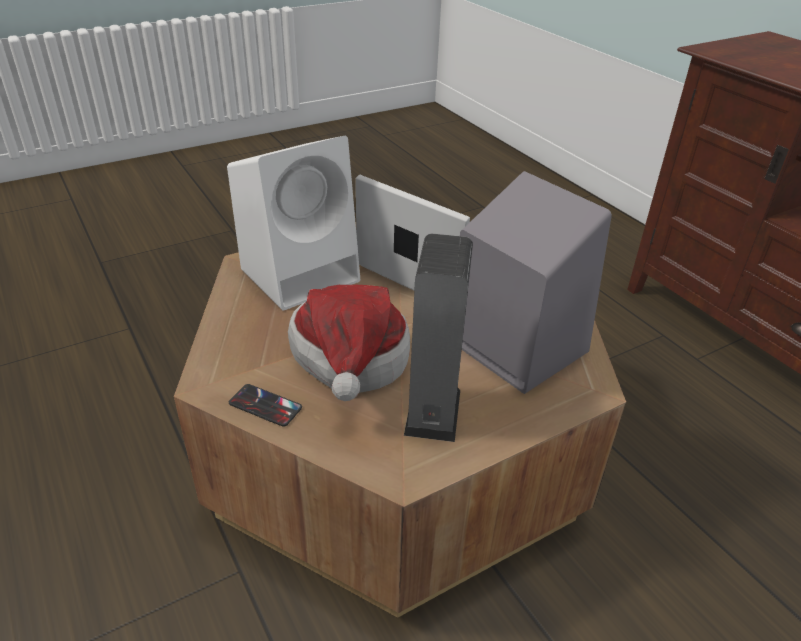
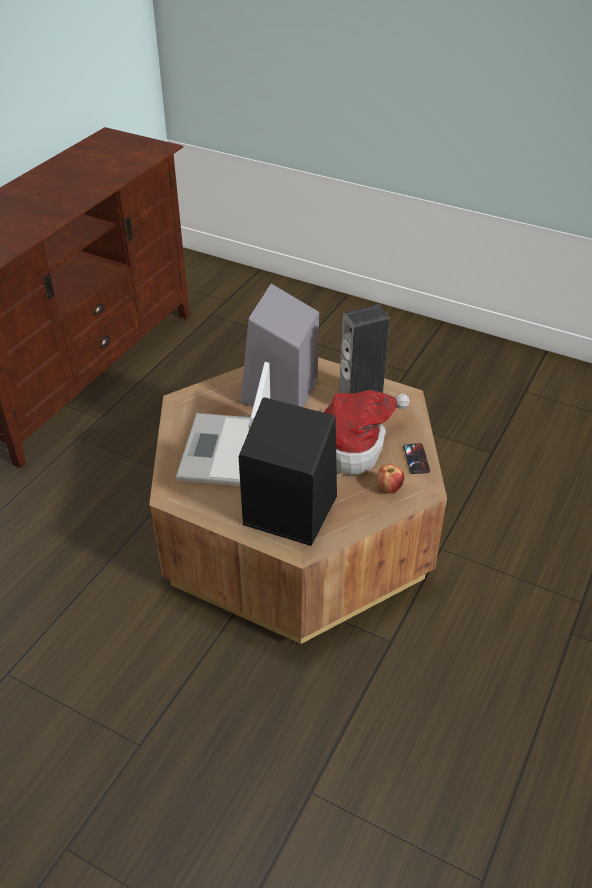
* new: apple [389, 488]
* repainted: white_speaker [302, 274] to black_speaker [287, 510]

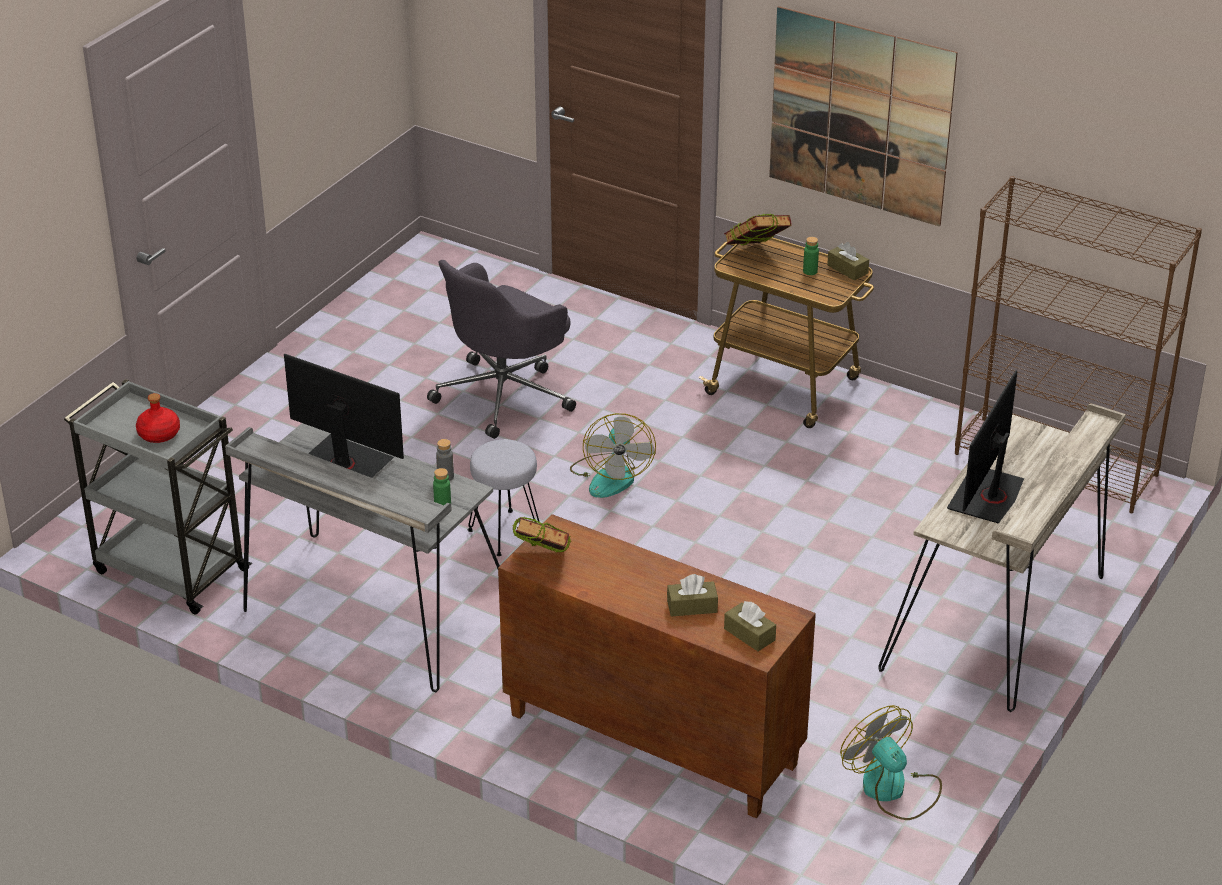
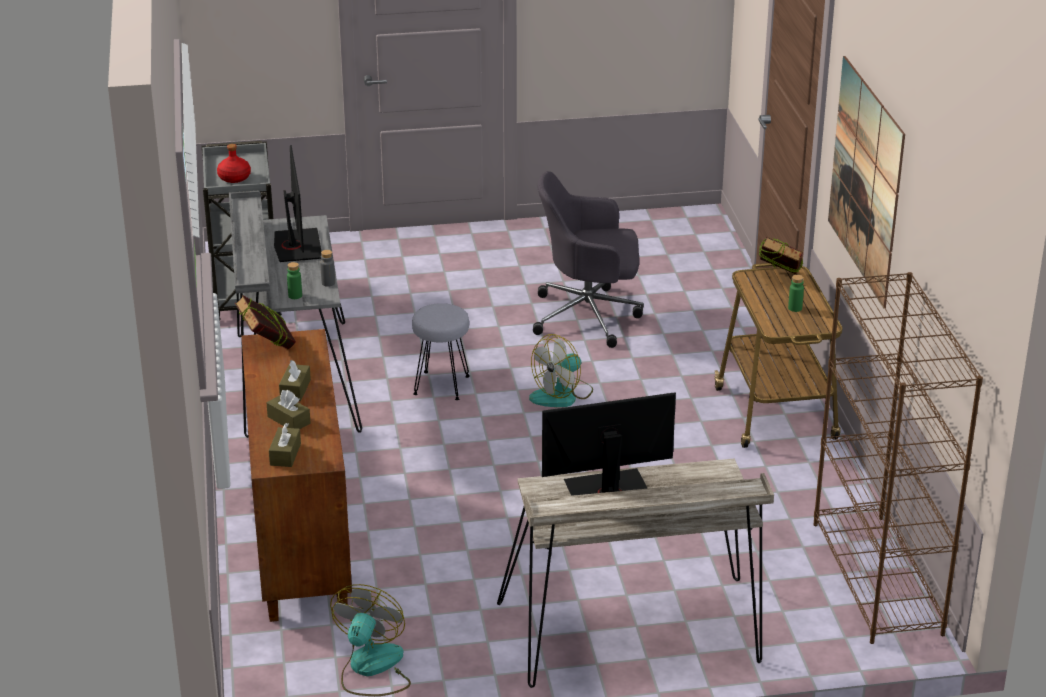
* shifted: brown_tissue_box [847, 269] to [295, 389]

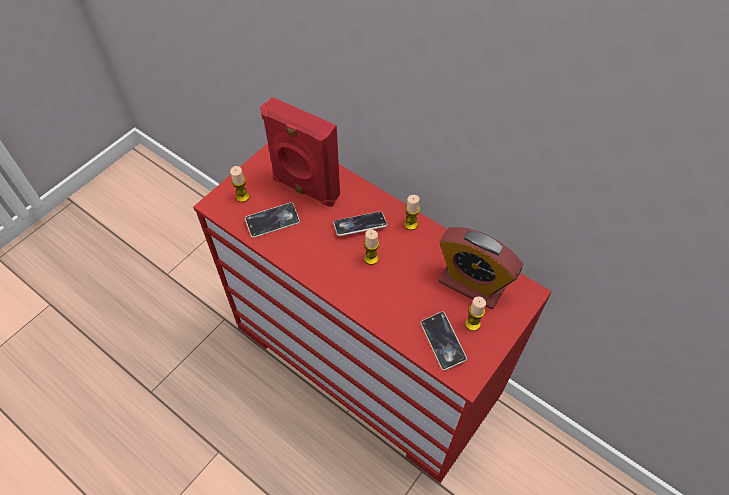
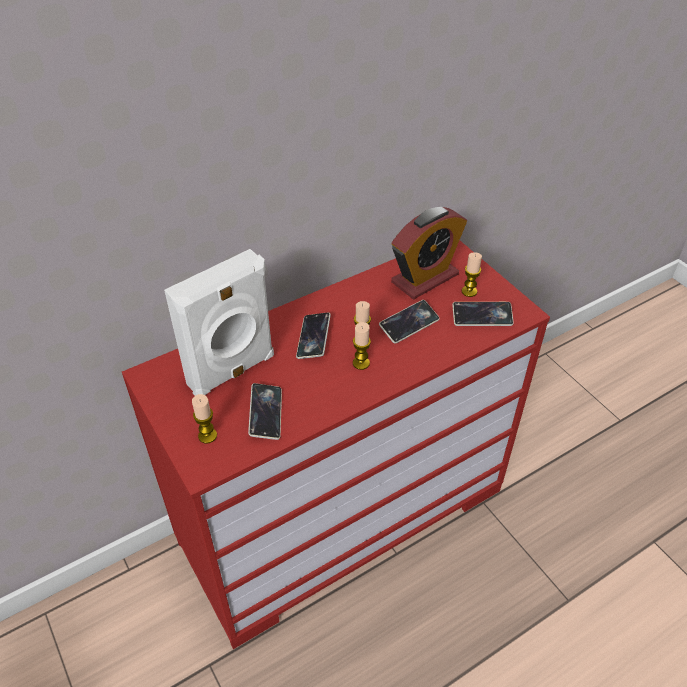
* new: phone [409, 324]
* shifted: candle [410, 224] to [361, 363]
* repainted: red_speaker [305, 189] to white_speaker [232, 372]

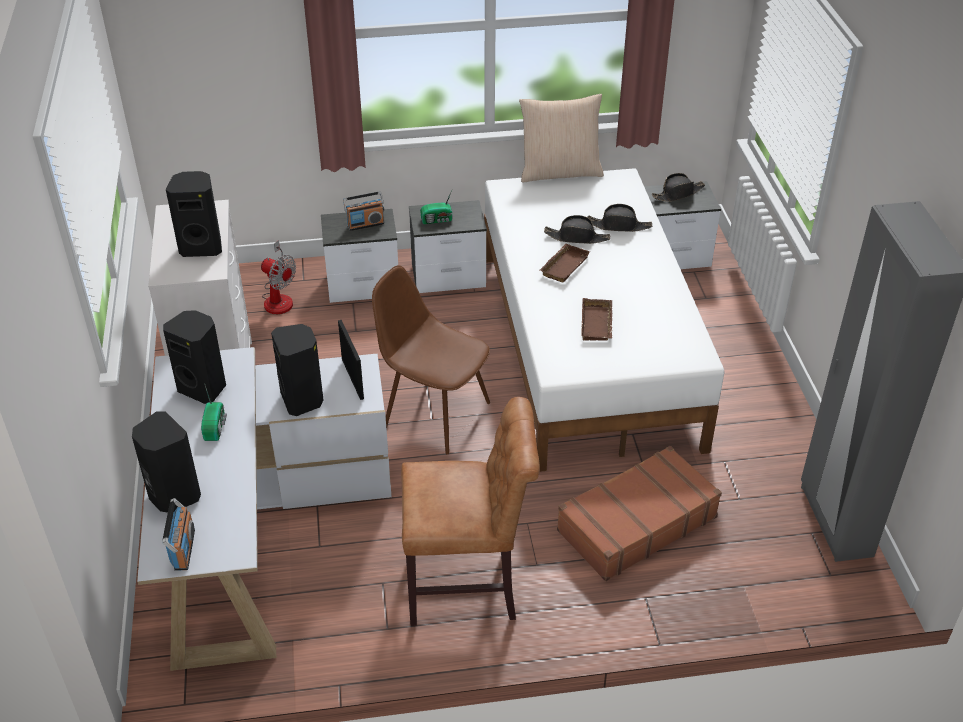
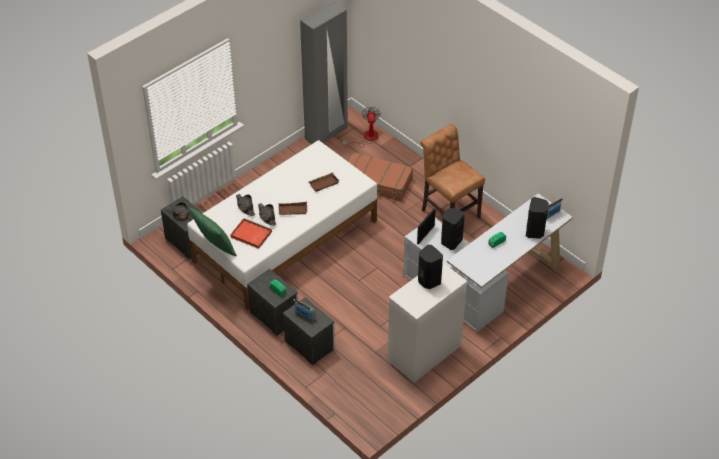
* gone: black_speaker [203, 388]
* gone: brown_chair [434, 414]
* new: red_tray [250, 234]
* shifted: fan [279, 298] to [366, 138]
* repainted: beige_pillow [560, 172] to green_pillow [215, 247]

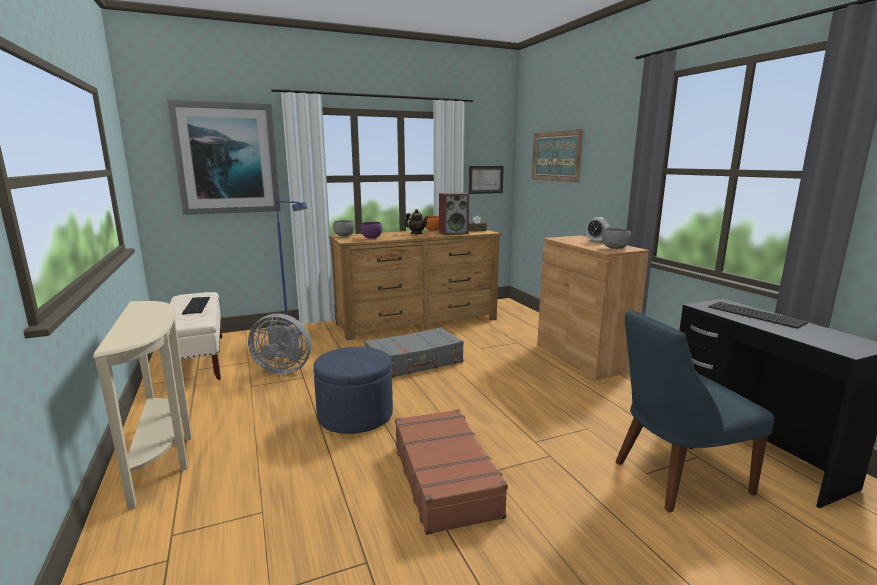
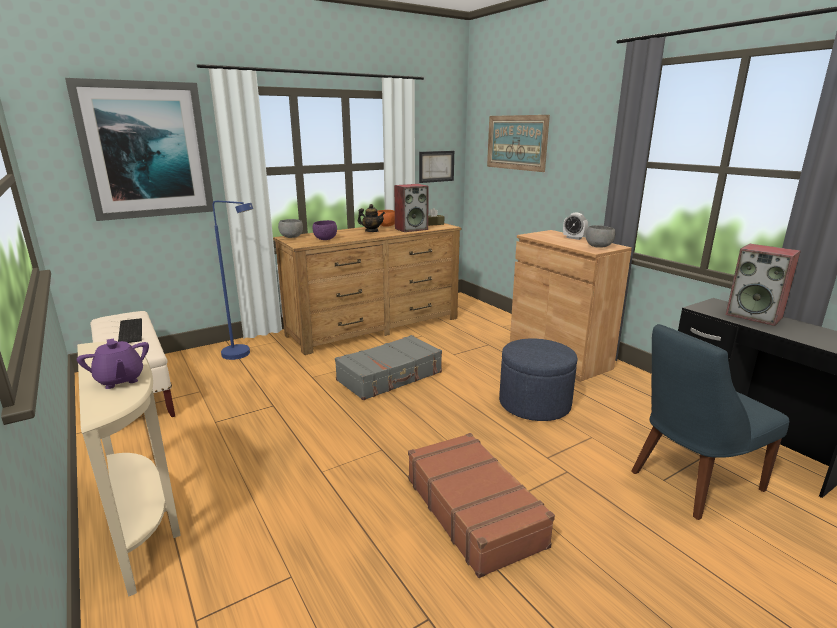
* gone: grey_fan [283, 369]
* new: purple_teapot [120, 380]
* shifted: blue_ottoman [355, 415] to [534, 404]
* swapped: keyboard [756, 315] to speaker [755, 316]

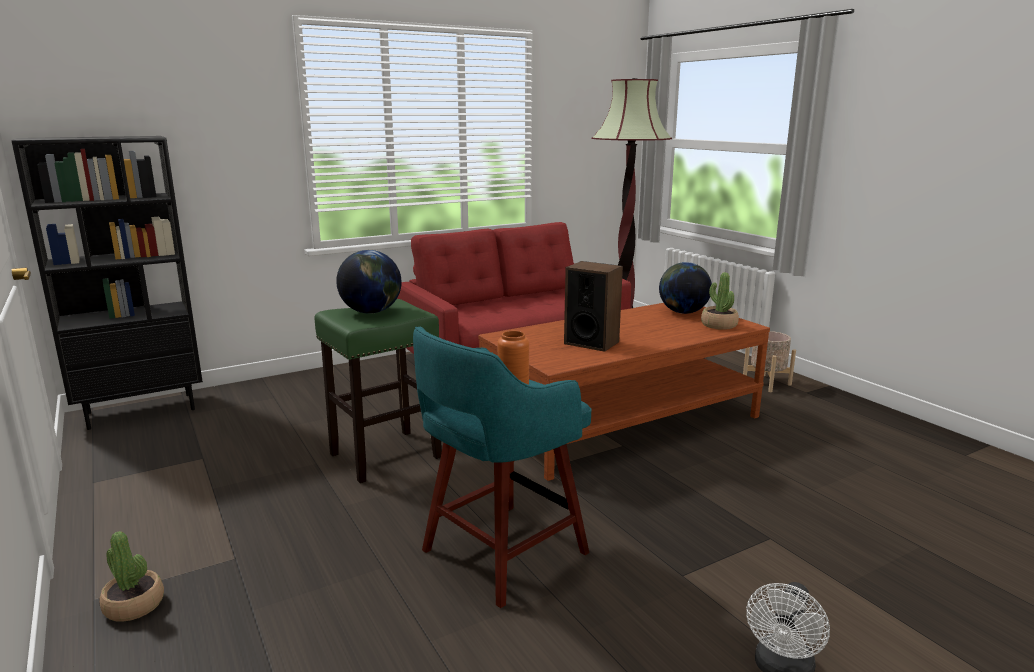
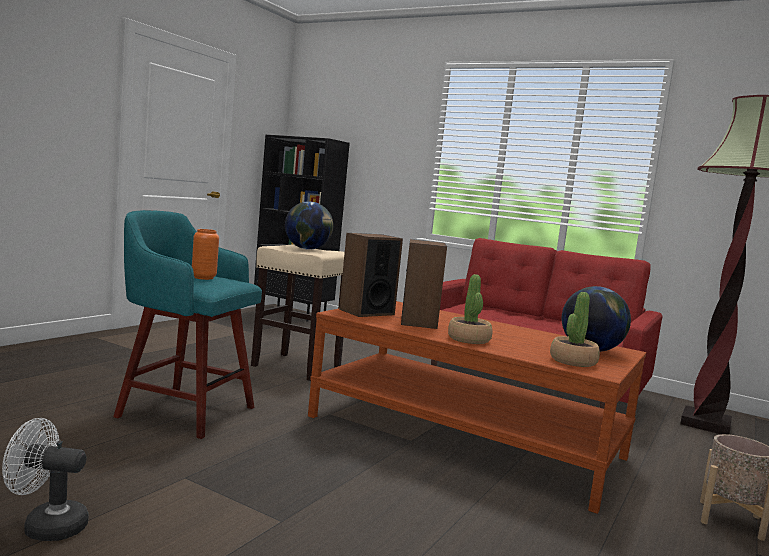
* new: speaker [366, 312]
* shifted: potted_plant [134, 605] to [469, 339]
* repainted: green_stool [384, 456] to beige_stool [295, 366]

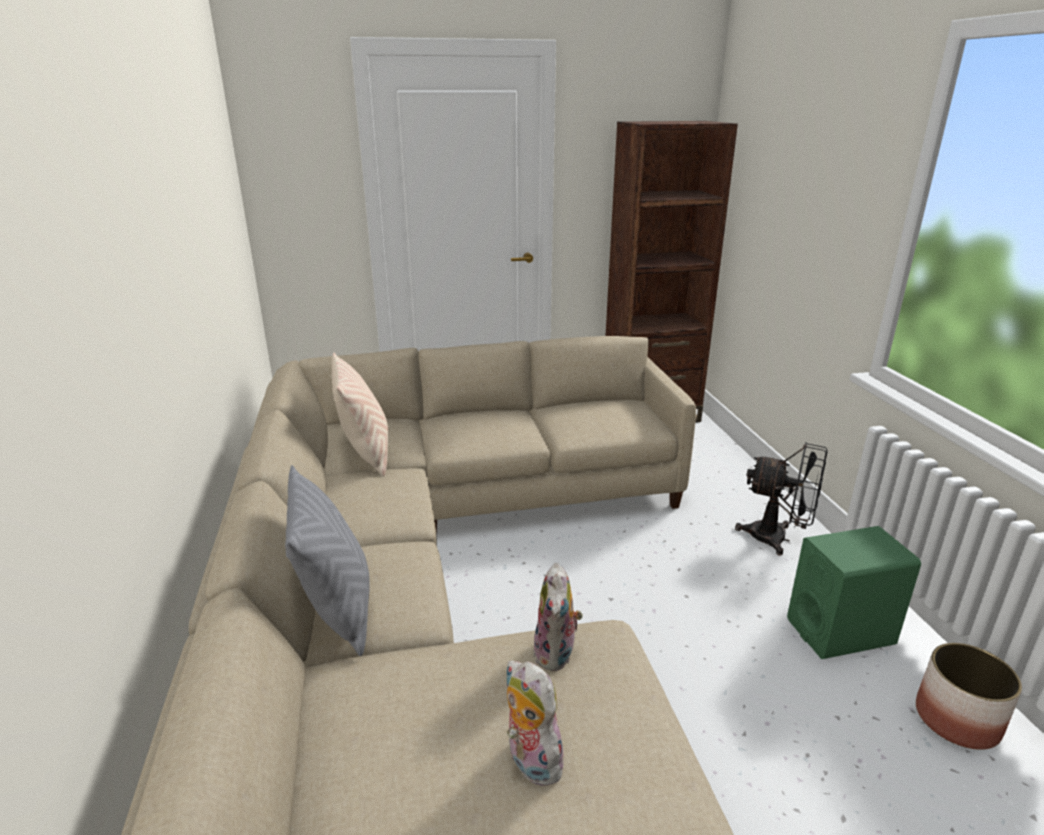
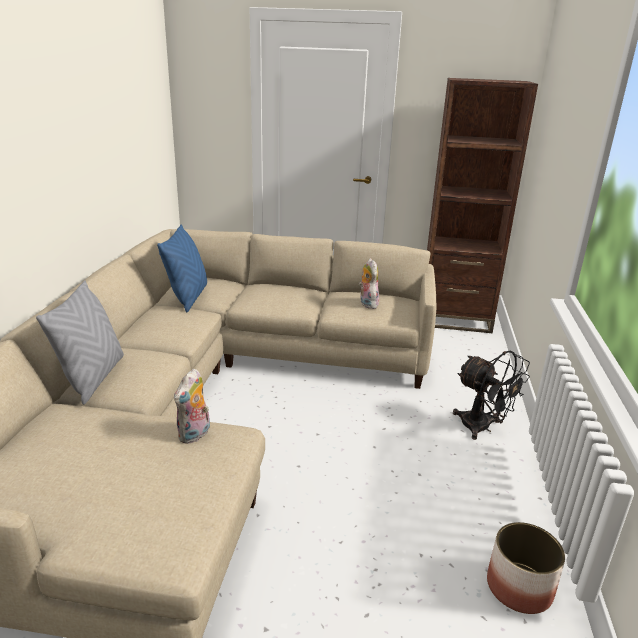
* gone: green_speaker [840, 631]
* shifted: plush_toy [530, 761] to [367, 303]
* repainted: beige_pillow [366, 454] to blue_pillow [188, 297]

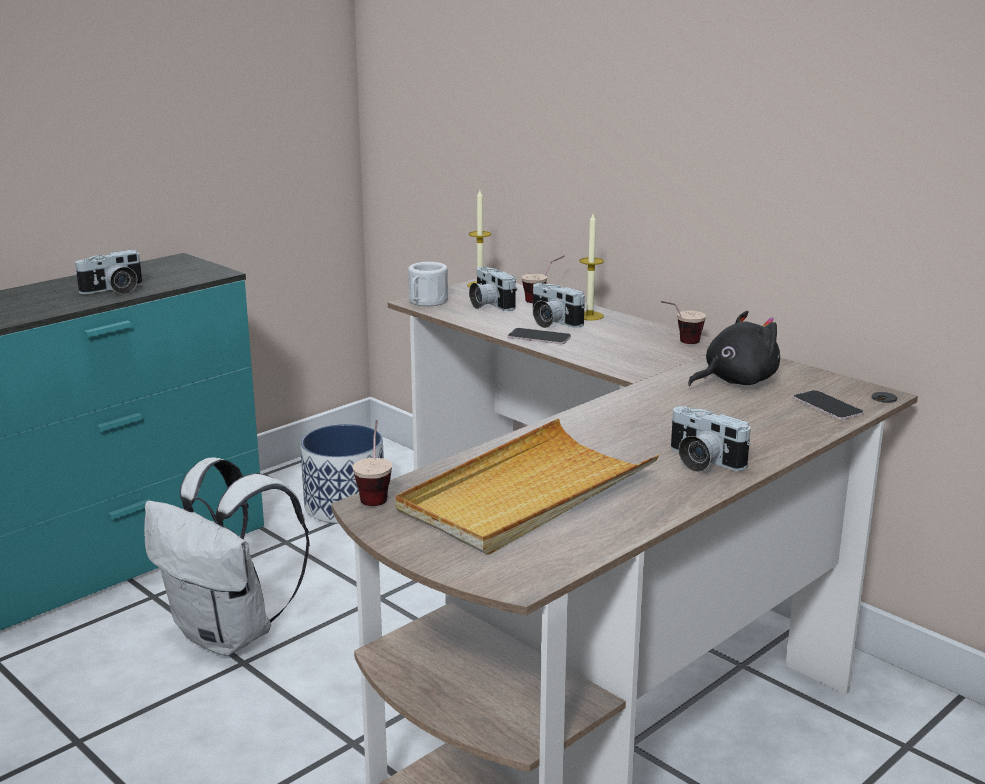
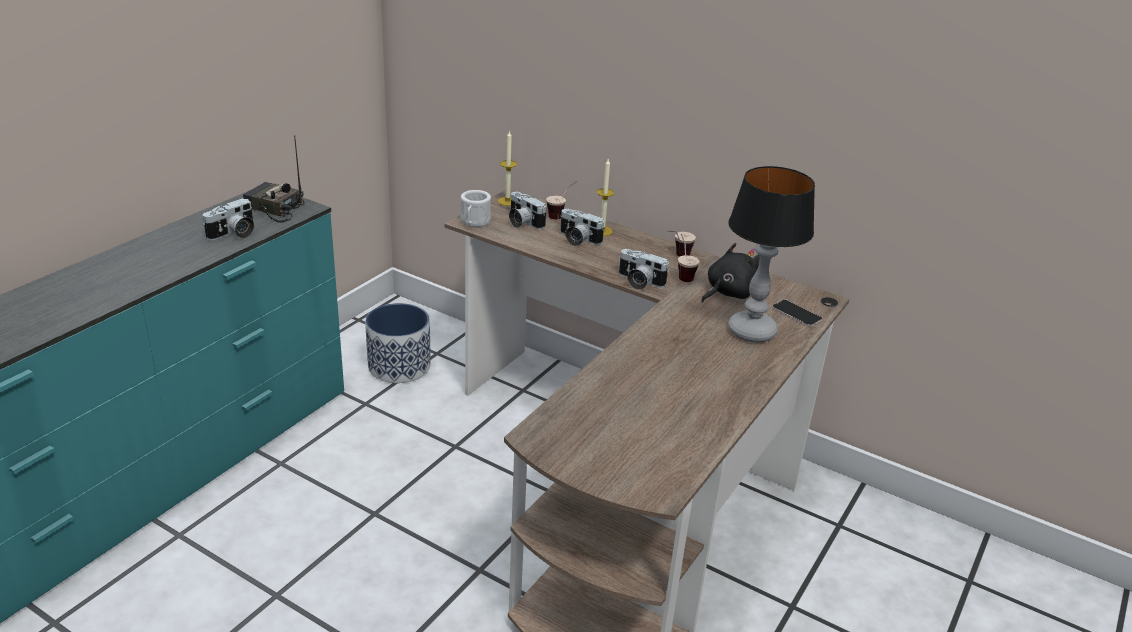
* gone: white_backpack [230, 635]
* gone: beige_tray [526, 494]
* gone: phone [539, 337]
* new: radio [274, 209]
* new: table_lamp [750, 331]
* shifted: cup [375, 494] to [683, 274]
* shifted: photo_camera [701, 461] to [639, 282]

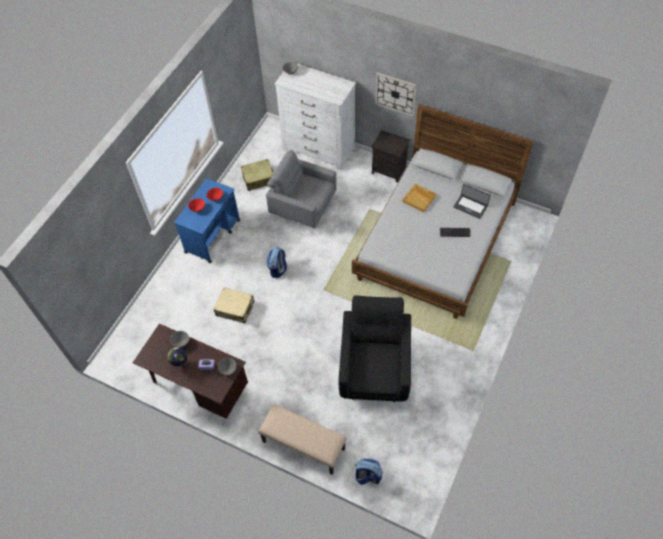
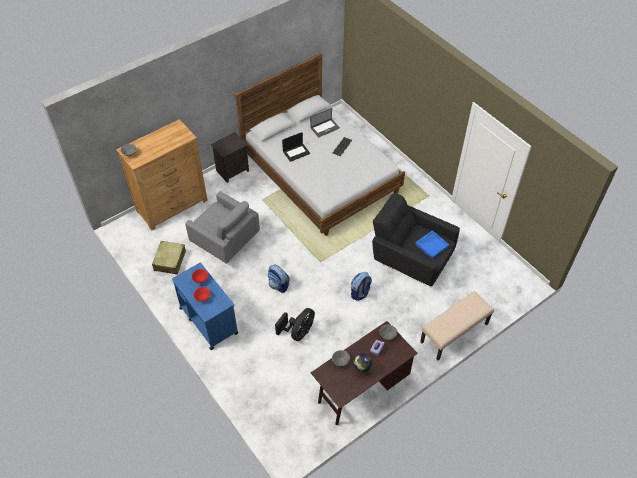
* gone: wall_clock [395, 94]
* new: blue_tray [432, 245]
* shifted: backpack [367, 476] to [360, 293]
* swapped: beige_suitcase [235, 308] to black_fan [298, 332]
* swapped: beige_tray [419, 198] to laptop [296, 152]
* repainted: white_dresser [319, 149] to brown_dresser [172, 205]
* rotated: grey_armchair [303, 206] = [225, 241] 105 degrees counterclockwise

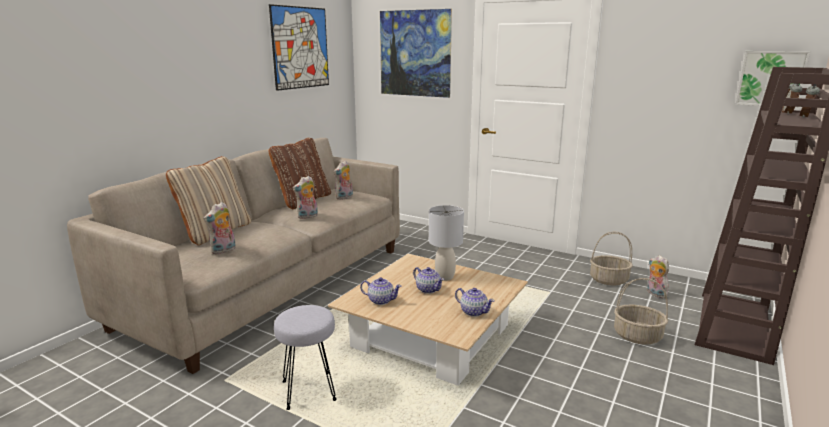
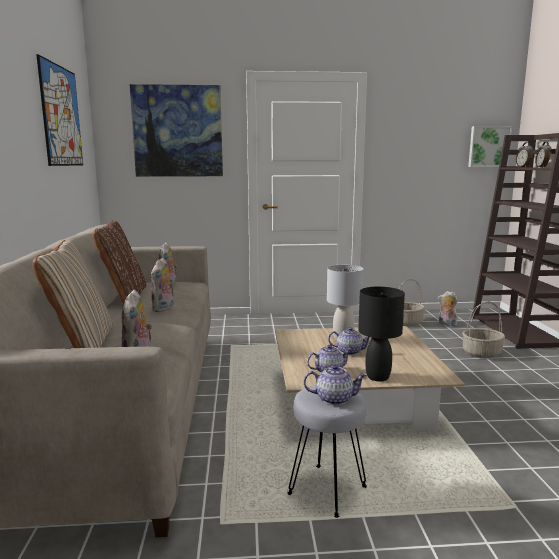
* new: black_table_lamp [378, 376]
* shifted: teapot [473, 312] to [334, 399]

